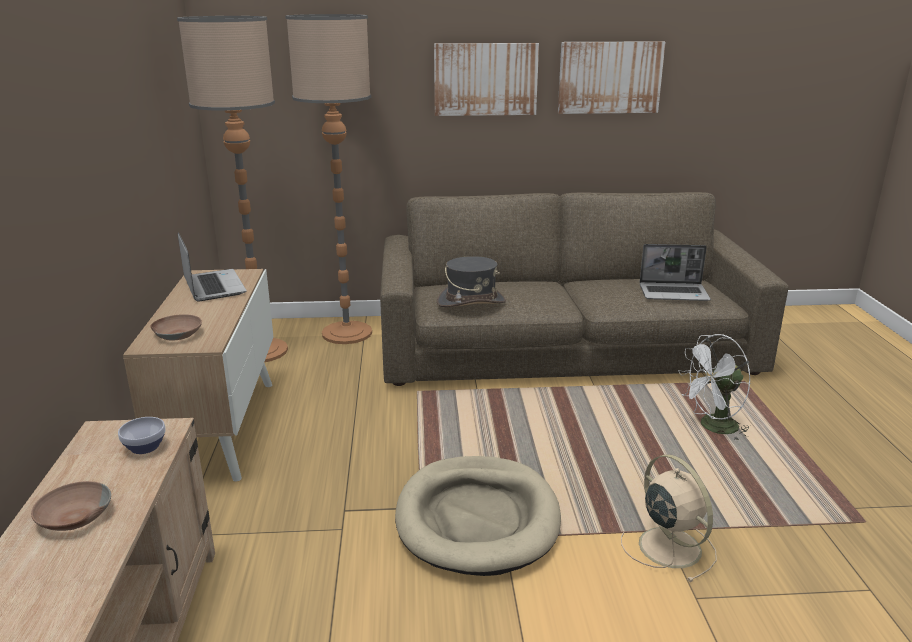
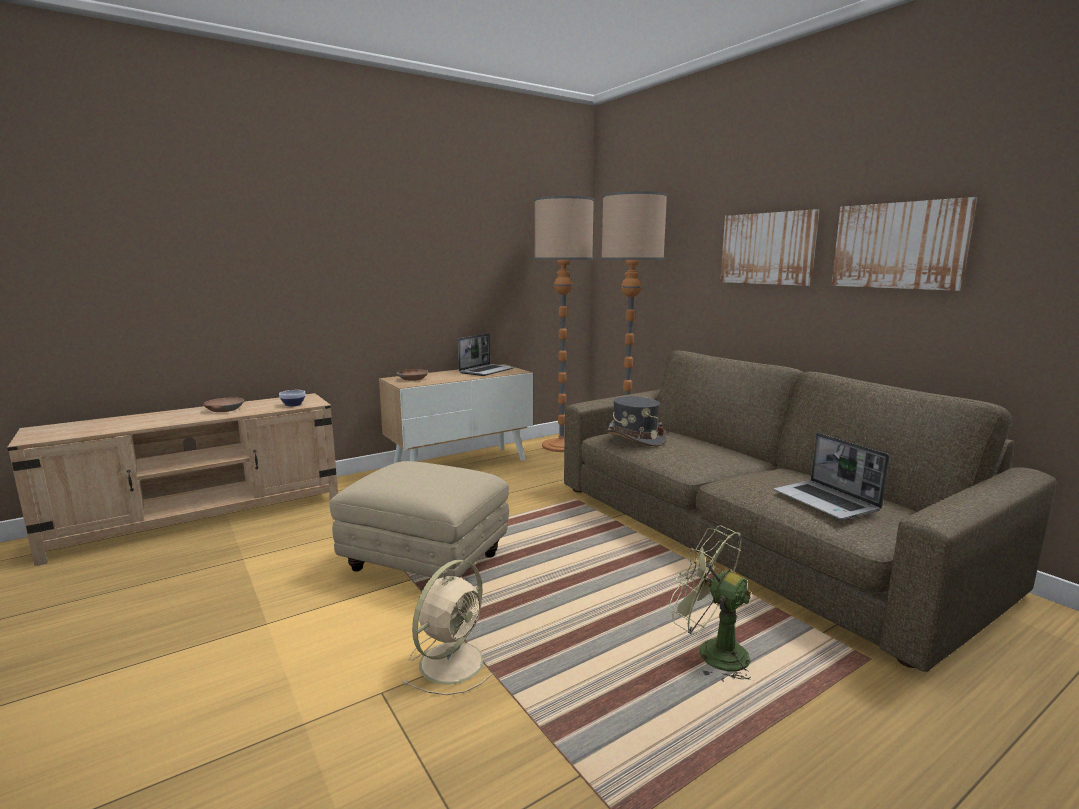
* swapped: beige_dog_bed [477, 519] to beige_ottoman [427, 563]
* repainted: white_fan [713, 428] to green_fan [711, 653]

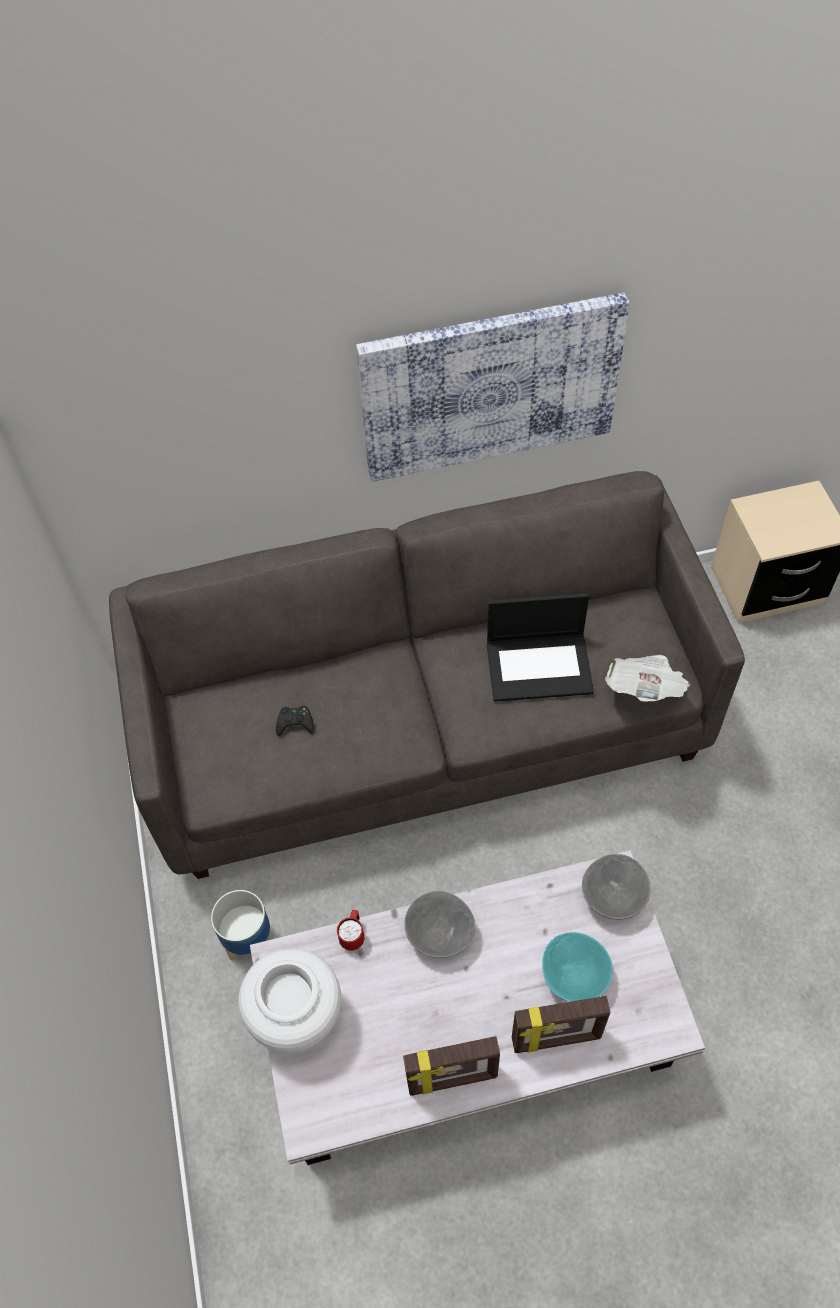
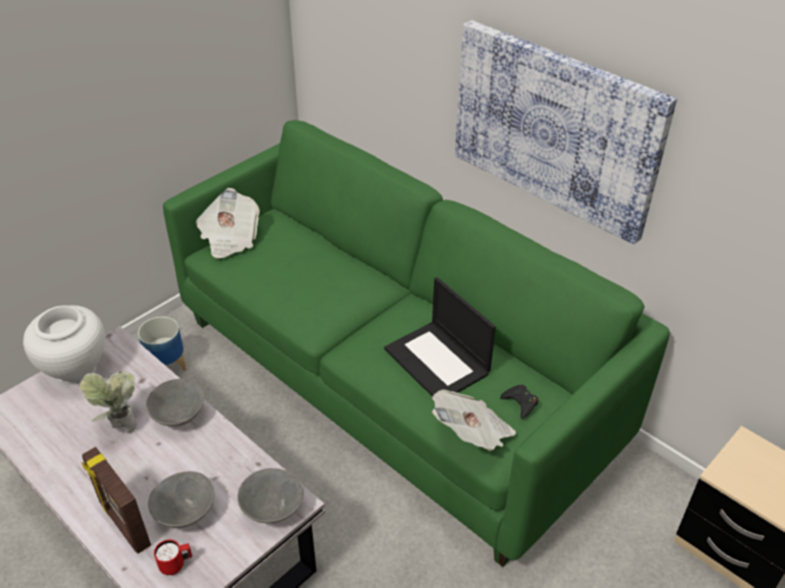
* gone: picture_frame [452, 1080]
* new: potted_plant [118, 426]
* new: newspaper [229, 238]
* shifted: black_game_controller [295, 723] to [520, 403]
* shifted: red_mug [353, 935] to [176, 565]
* repainted: grey_sofa [424, 727] to green_sofa [393, 380]
* repainted: turquoise_bowl [574, 975] to grey_bowl [186, 513]

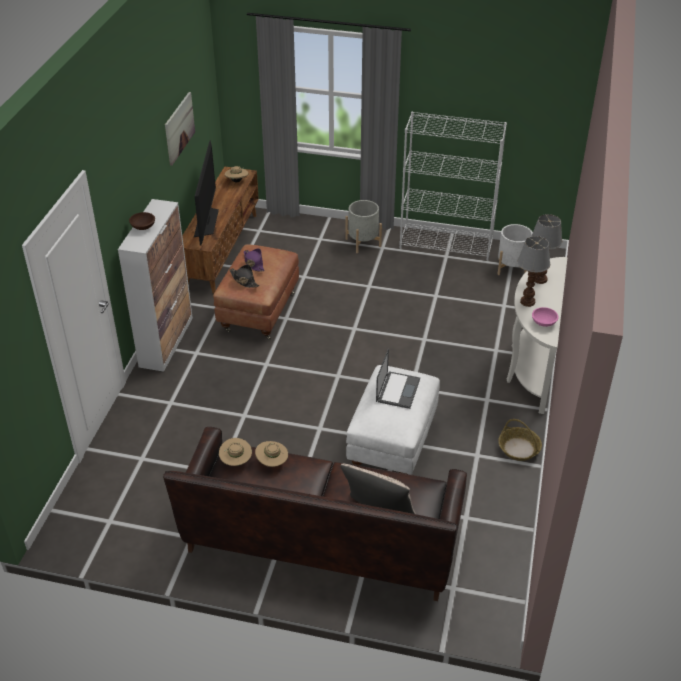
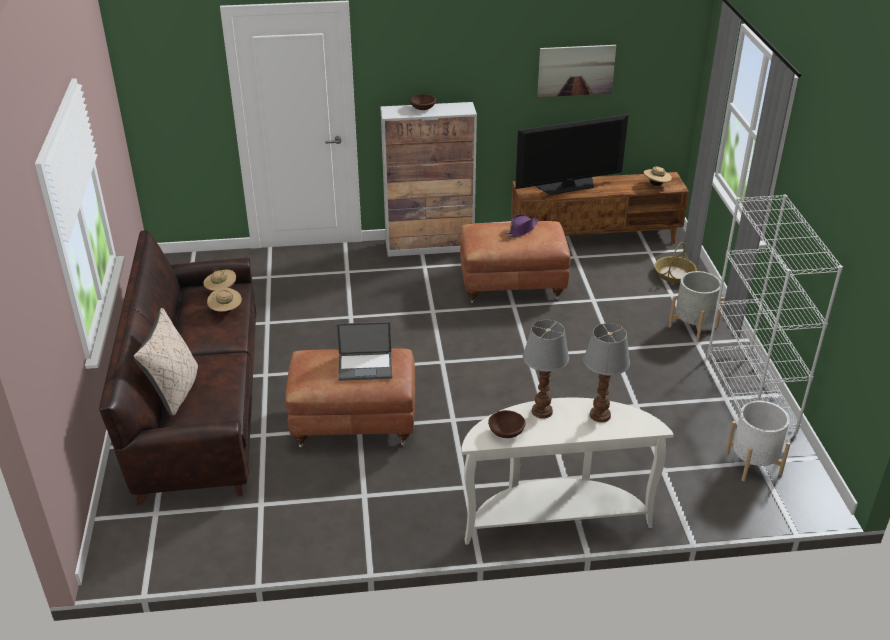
* gone: black_hat [244, 280]
* shifted: basket [519, 448] to [674, 274]
* repainted: white_ottoman [392, 443] to brown_ottoman [354, 424]
* repainted: pink_bowl [543, 322] to brown_bowl [506, 431]

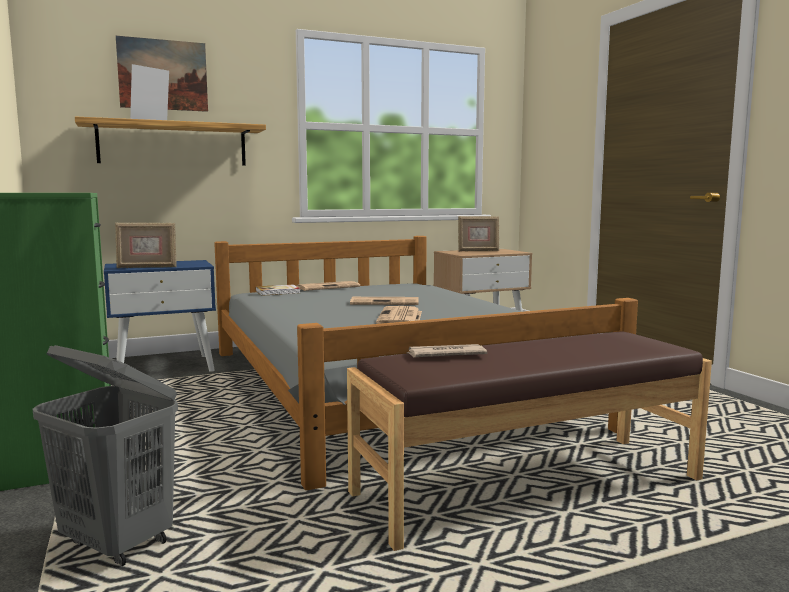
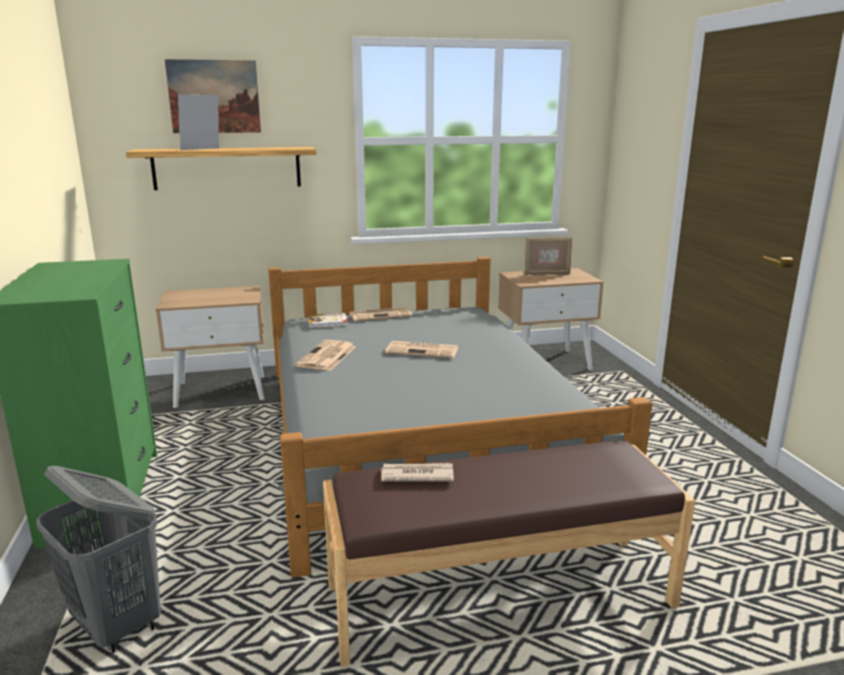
* gone: picture_frame [147, 267]
* shifted: newspaper [400, 318] to [327, 356]
* repainted: blue_nightstand [165, 367] to beige_nightstand [221, 390]

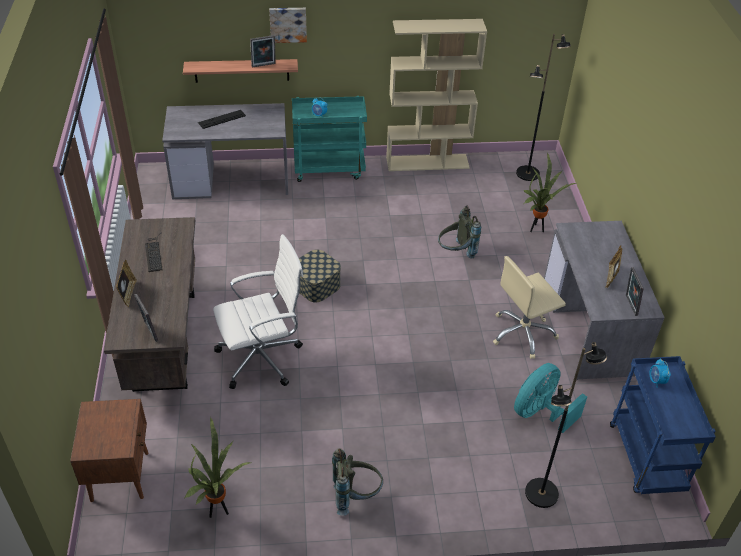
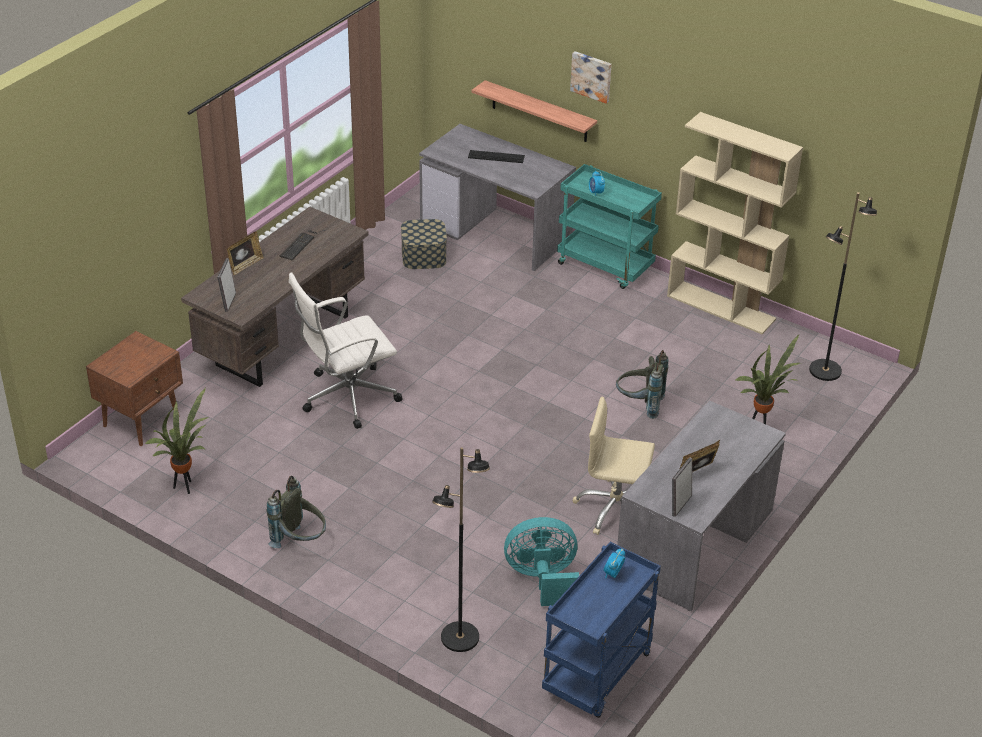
* gone: picture_frame [264, 66]
* shifted: storage_box [316, 285] to [424, 256]
* rotated: white_office_chair [262, 358] = [347, 397] 135 degrees clockwise

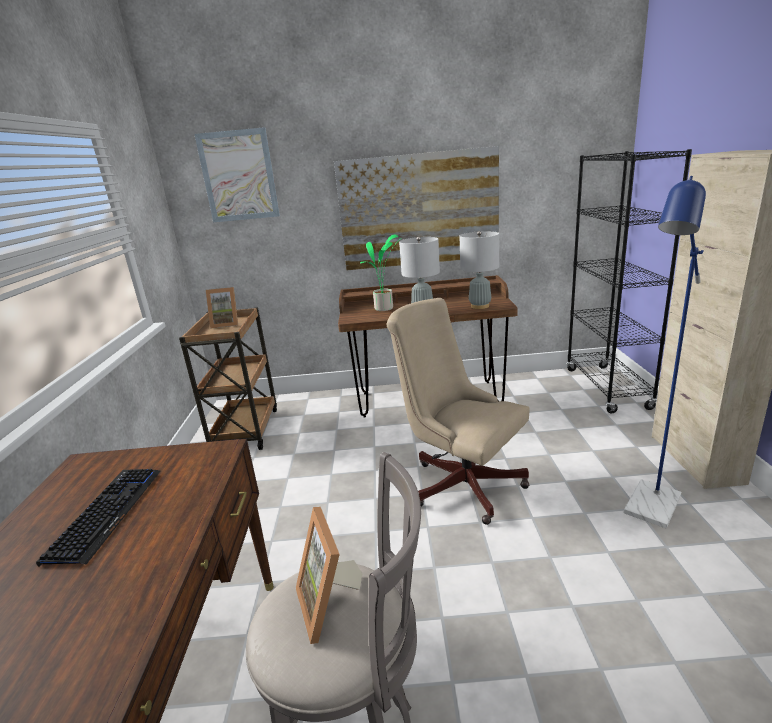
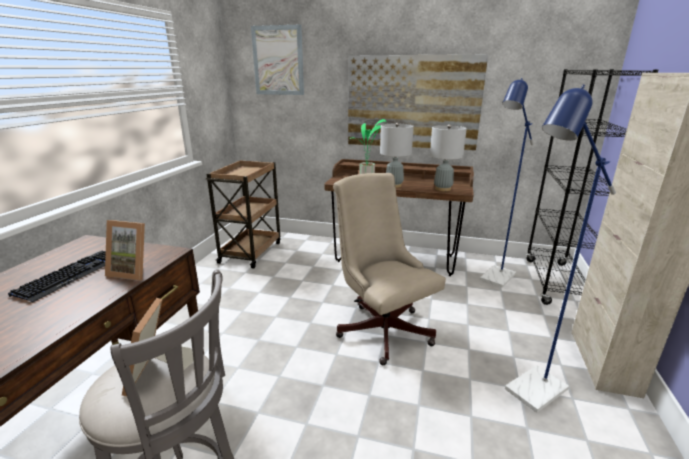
* new: blue_floor_lamp [495, 280]
* shifted: picture_frame [226, 324] to [134, 271]

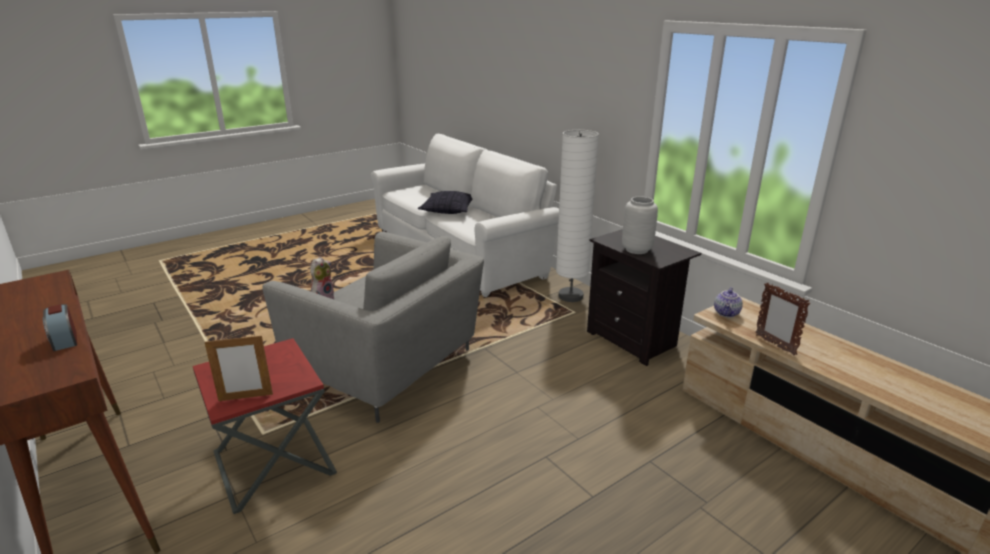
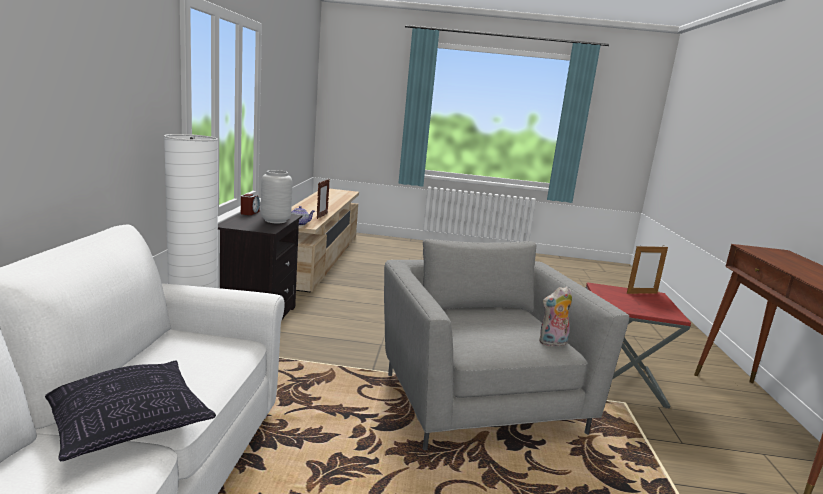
* shifted: alarm_clock [64, 340] to [249, 213]
* rotated: picture_frame [245, 397] = [642, 293] 135 degrees clockwise

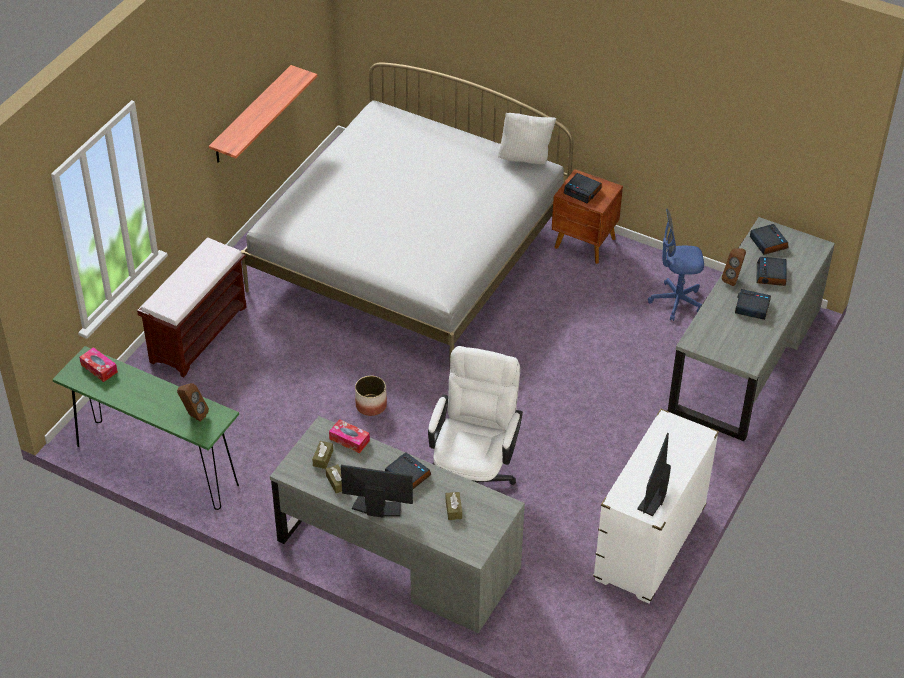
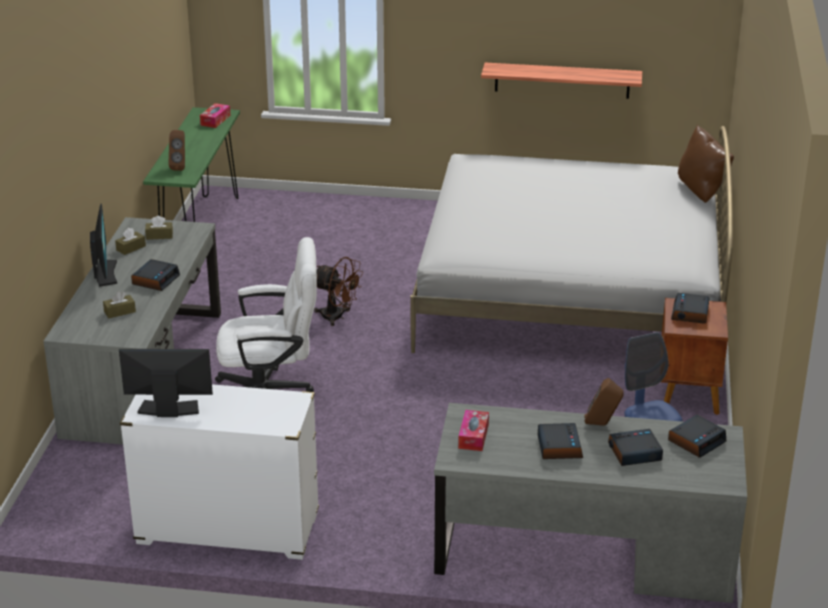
* gone: brown_bench [199, 333]
* gone: white_pillow [525, 158]
* new: brown_pillow [702, 192]
* shifted: tissue_box [349, 440] to [473, 436]
* swapped: planter [370, 405] to brown_fan [337, 317]

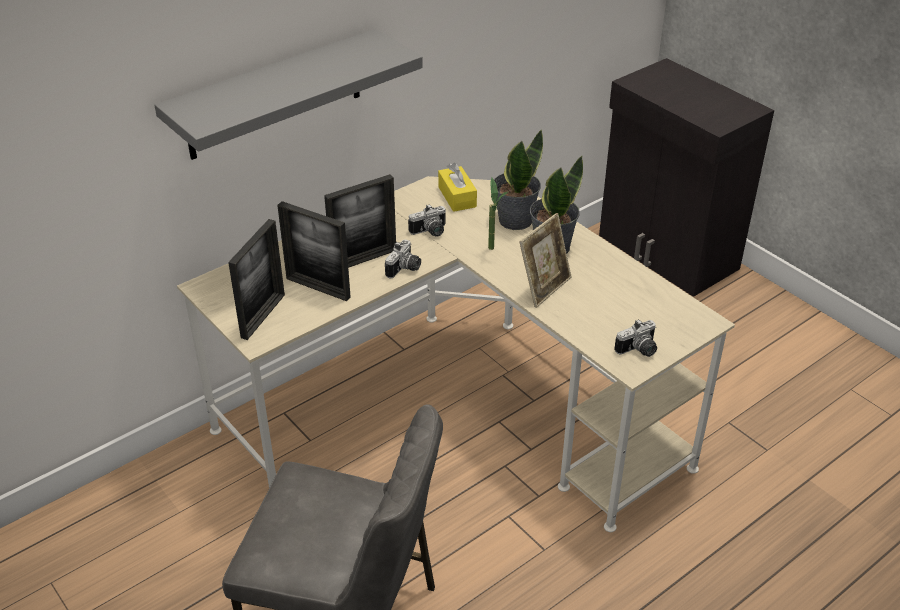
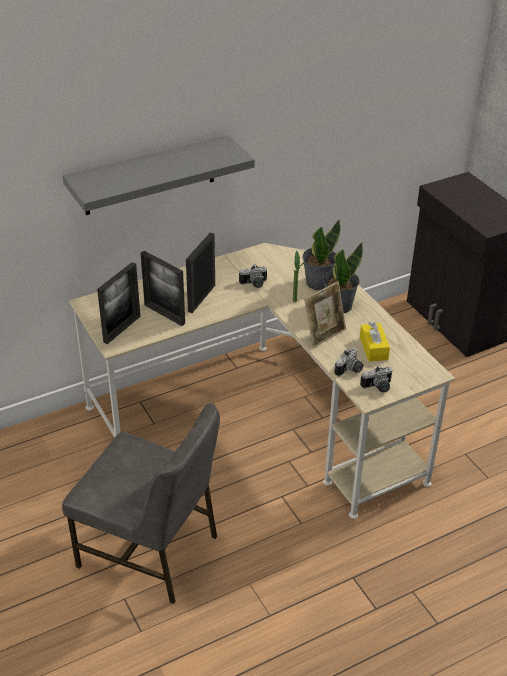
* shifted: photo_camera [405, 269] to [350, 370]
* shifted: yellow_tissue_box [457, 197] to [373, 348]
* rotated: picture_frame [364, 259] = [201, 298] 135 degrees clockwise

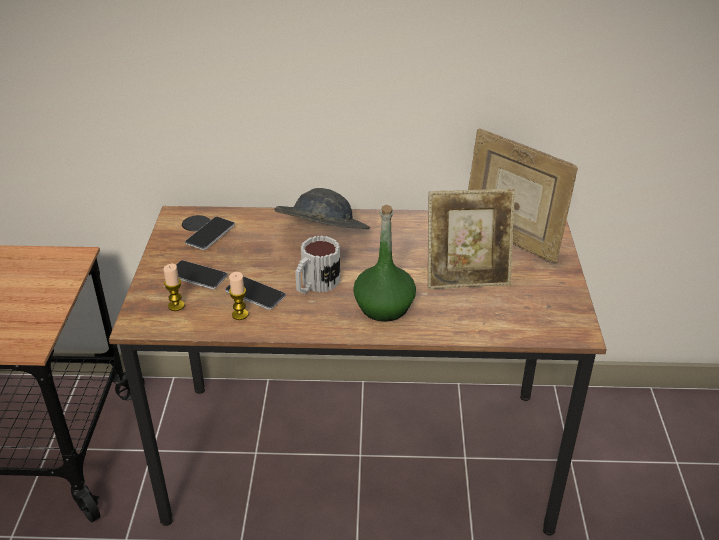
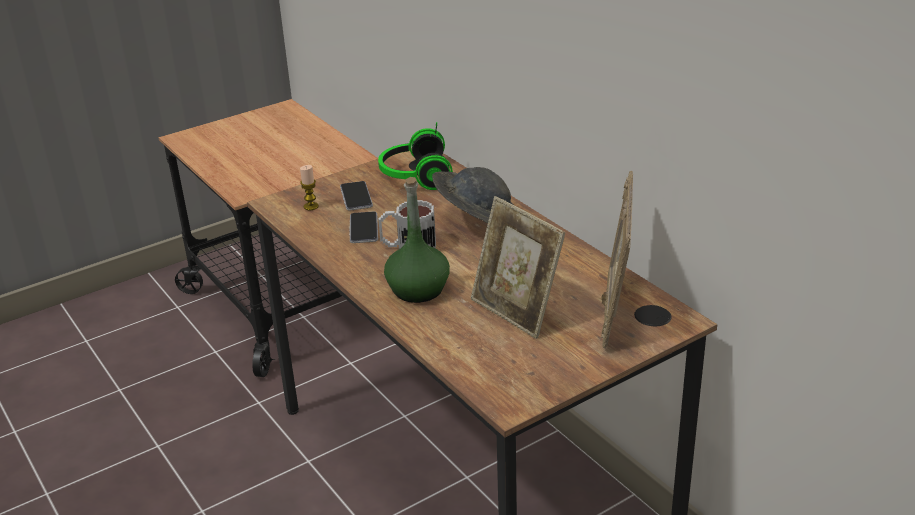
* gone: candle [240, 314]
* swapped: phone [210, 234] to headphones [414, 176]

